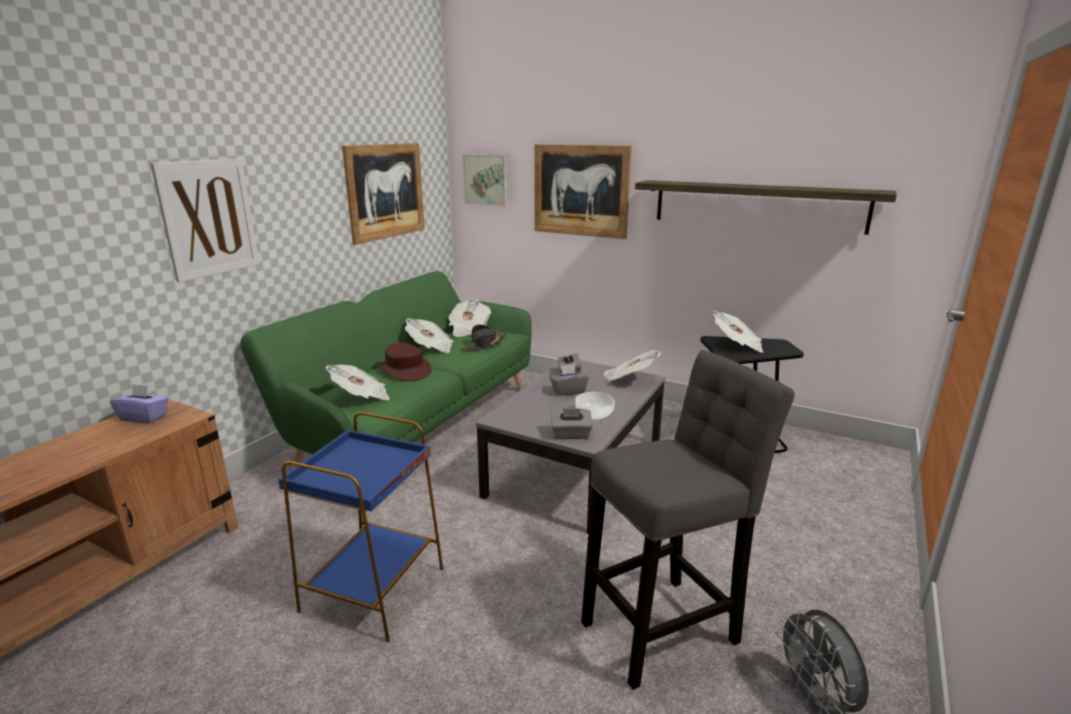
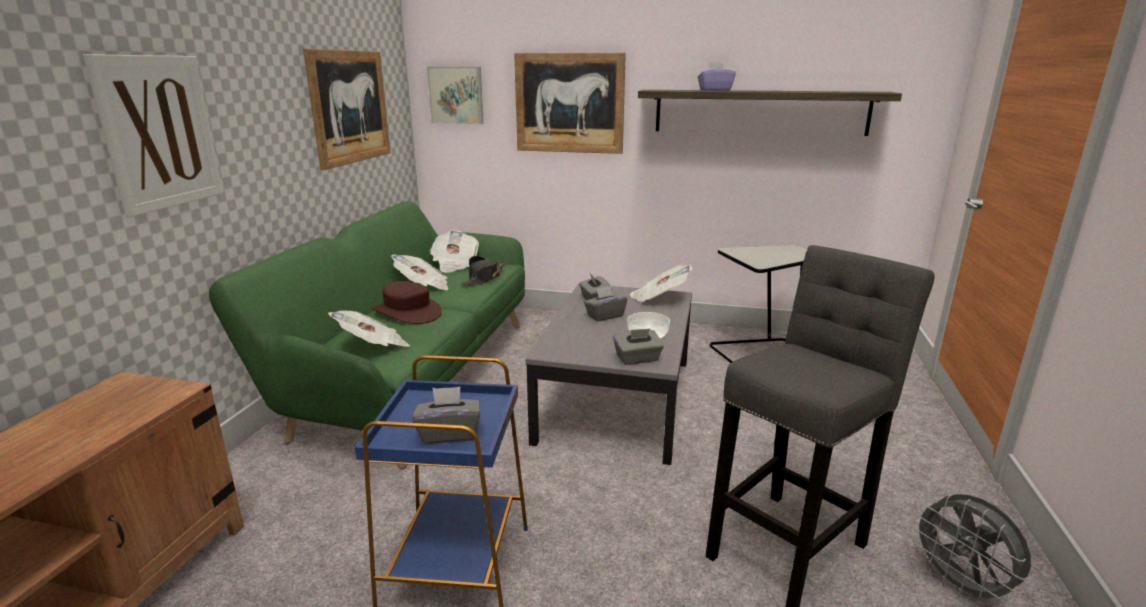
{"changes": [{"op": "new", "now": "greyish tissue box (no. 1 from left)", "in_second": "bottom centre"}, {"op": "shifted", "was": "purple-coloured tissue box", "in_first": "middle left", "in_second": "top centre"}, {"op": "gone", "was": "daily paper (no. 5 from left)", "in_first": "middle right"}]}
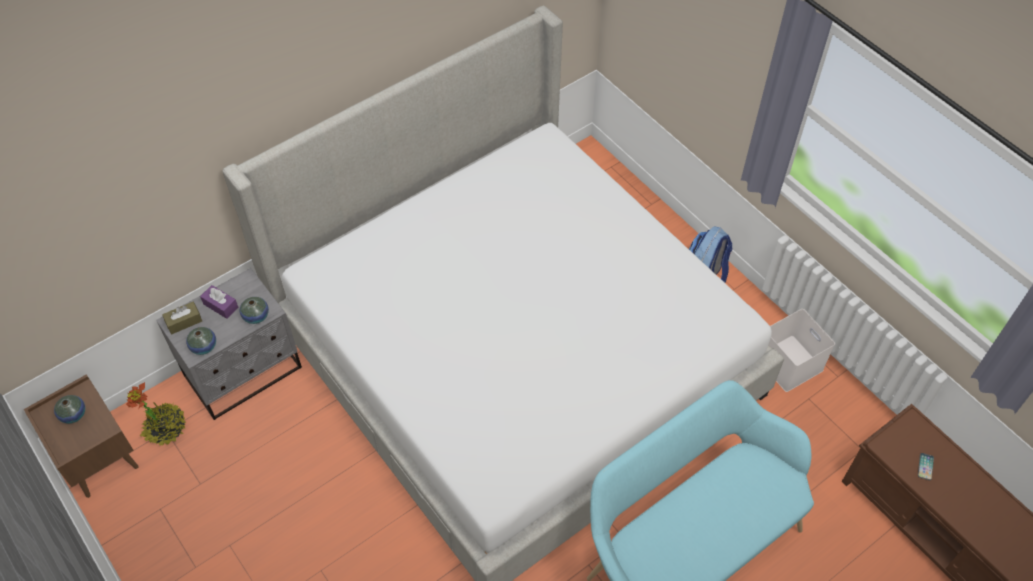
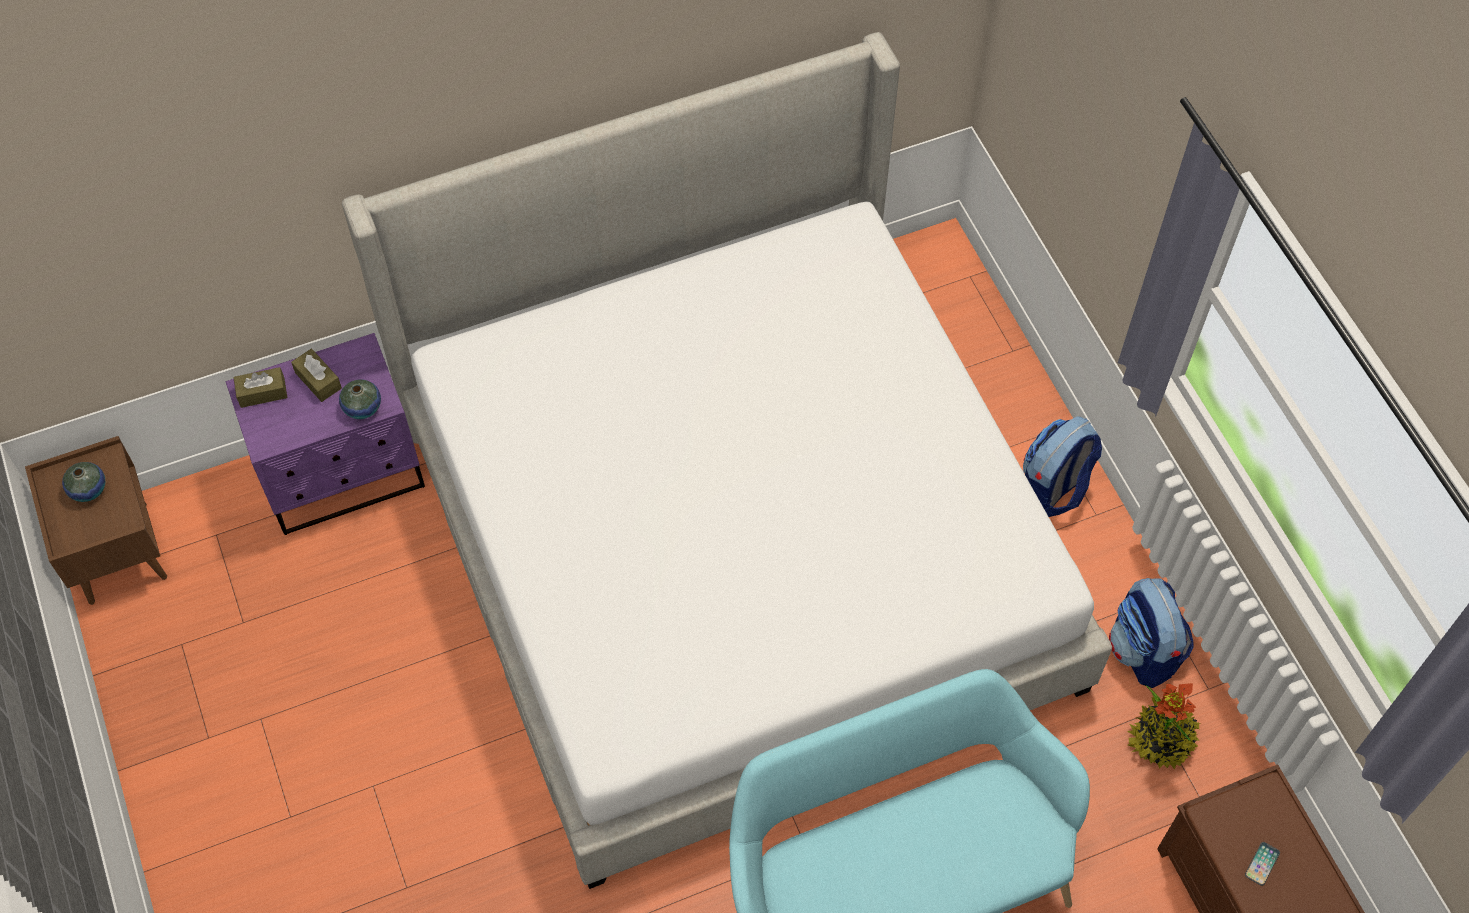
{"changes": [{"op": "repainted", "was": "greyish night table", "now": "purple-coloured night table", "in_first": "middle left", "in_second": "middle left"}, {"op": "repainted", "was": "purple-coloured tissue box", "now": "brownish tissue box (no. 2 from left)", "in_first": "middle left", "in_second": "middle left"}, {"op": "swapped", "was": "whitish storage container", "now": "knapsack (no. 2 from left)", "in_first": "middle right", "in_second": "bottom right"}, {"op": "shifted", "was": "potted plant", "in_first": "bottom left", "in_second": "bottom right"}, {"op": "gone", "was": "flower vase (no. 2 from left)", "in_first": "middle left"}]}
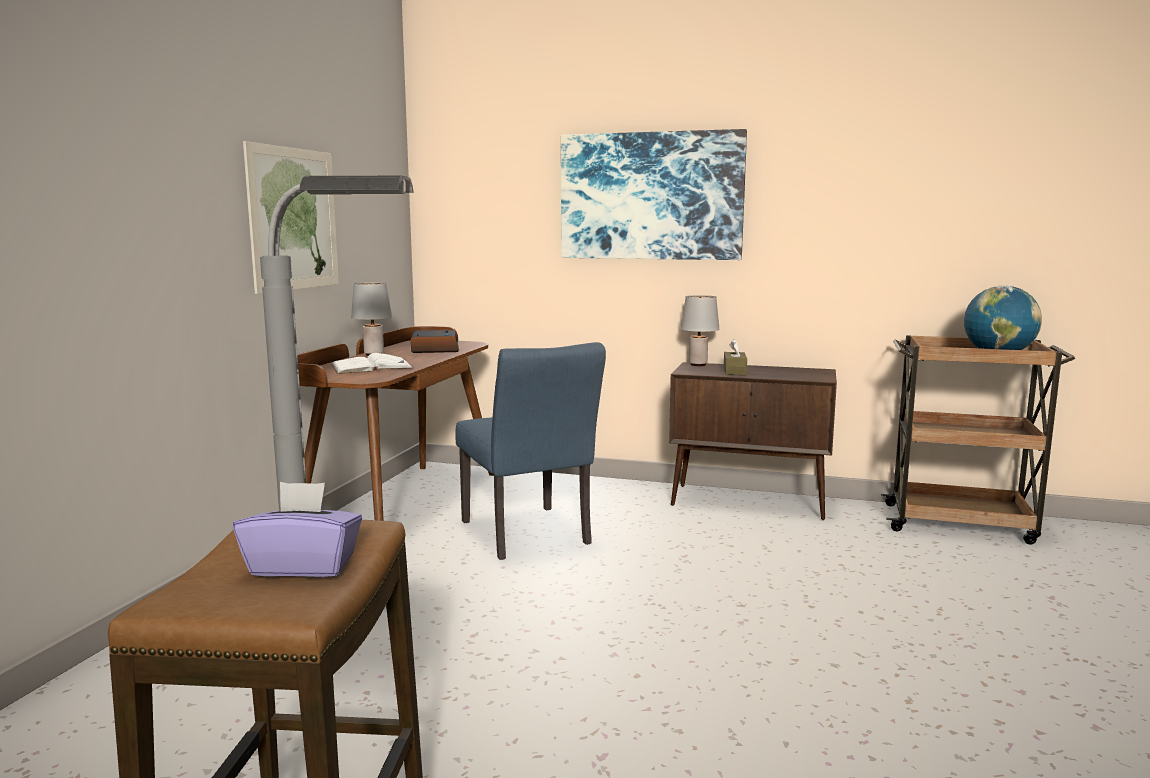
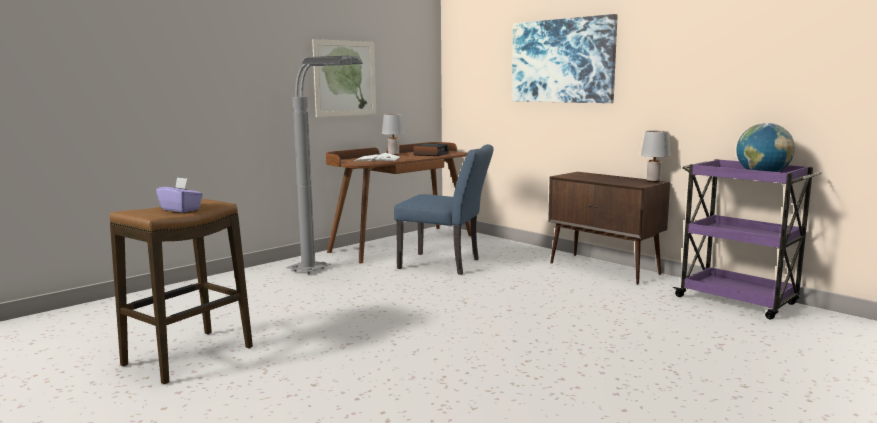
{"changes": [{"op": "rotated", "was": "blue chair", "in_first": "centre", "in_second": "centre", "clockwise": -75}, {"op": "shifted", "was": "greyish lamp for a table (no. 2 from left)", "in_first": "centre", "in_second": "middle right"}, {"op": "repainted", "was": "brownish trolley", "now": "purple-coloured trolley", "in_first": "middle right", "in_second": "middle right"}, {"op": "gone", "was": "brownish tissue box", "in_first": "centre"}]}
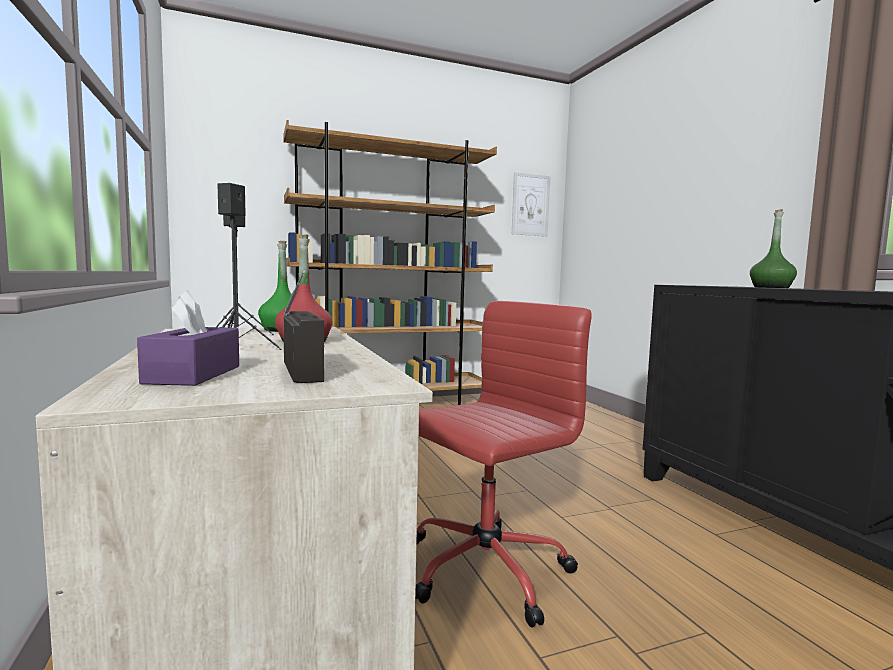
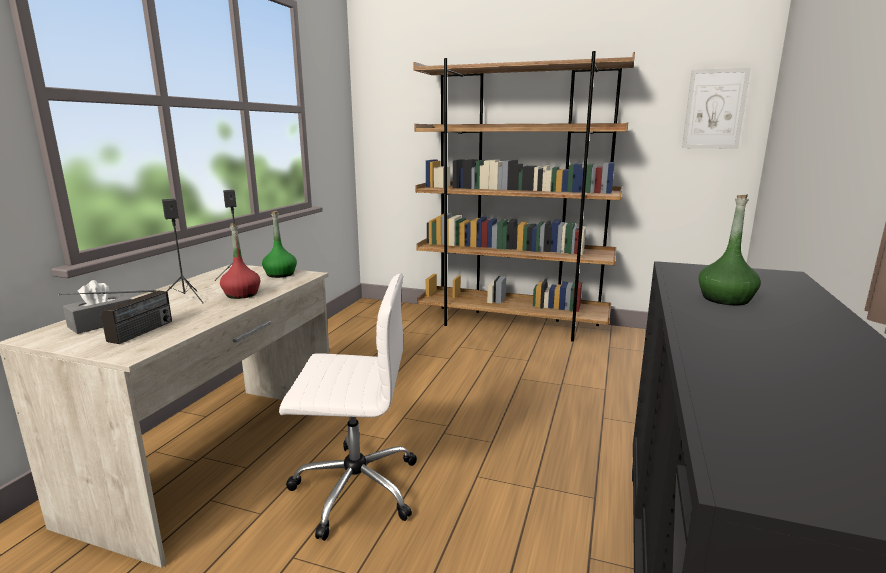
{"changes": [{"op": "repainted", "was": "purple-coloured tissue box", "now": "greyish tissue box", "in_first": "middle left", "in_second": "middle left"}, {"op": "repainted", "was": "reddish office chair", "now": "whitish office chair", "in_first": "bottom centre", "in_second": "bottom centre"}]}
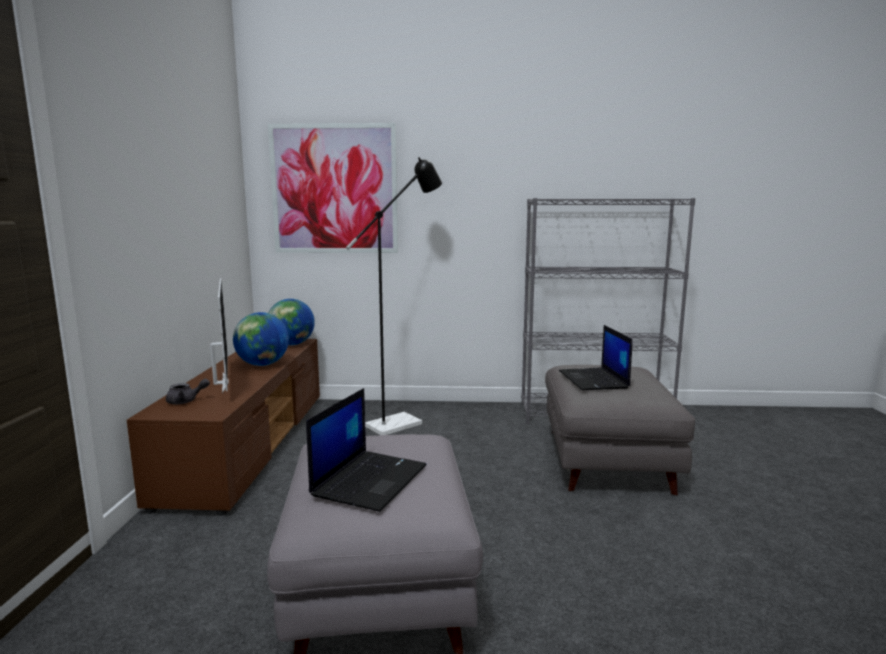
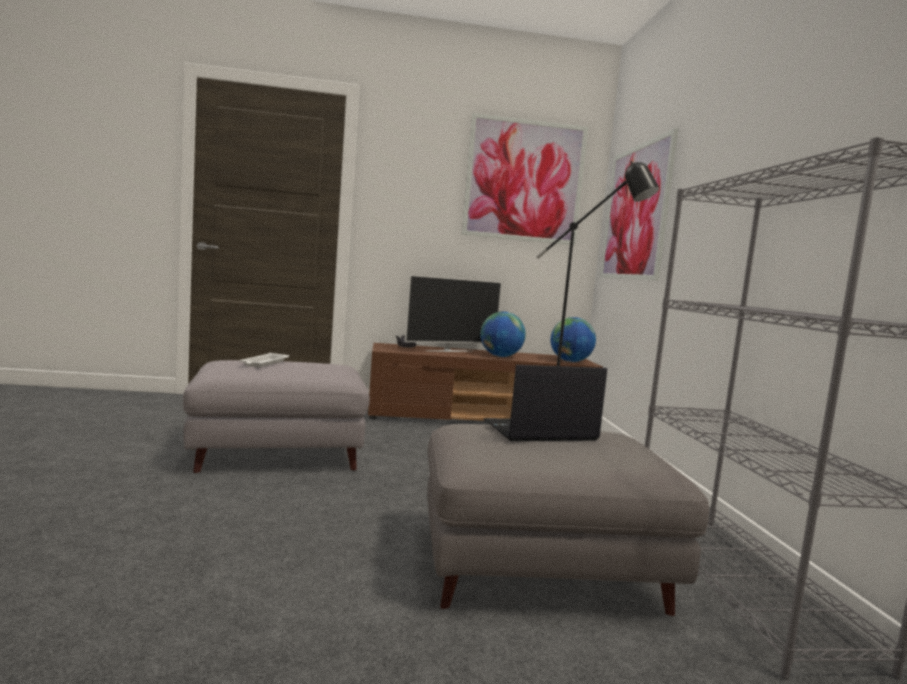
{"changes": [{"op": "swapped", "was": "laptop (no. 1 from left)", "now": "whitish tray", "in_first": "bottom centre", "in_second": "middle left"}, {"op": "new", "now": "wall art (no. 1 from left)", "in_second": "top centre"}]}
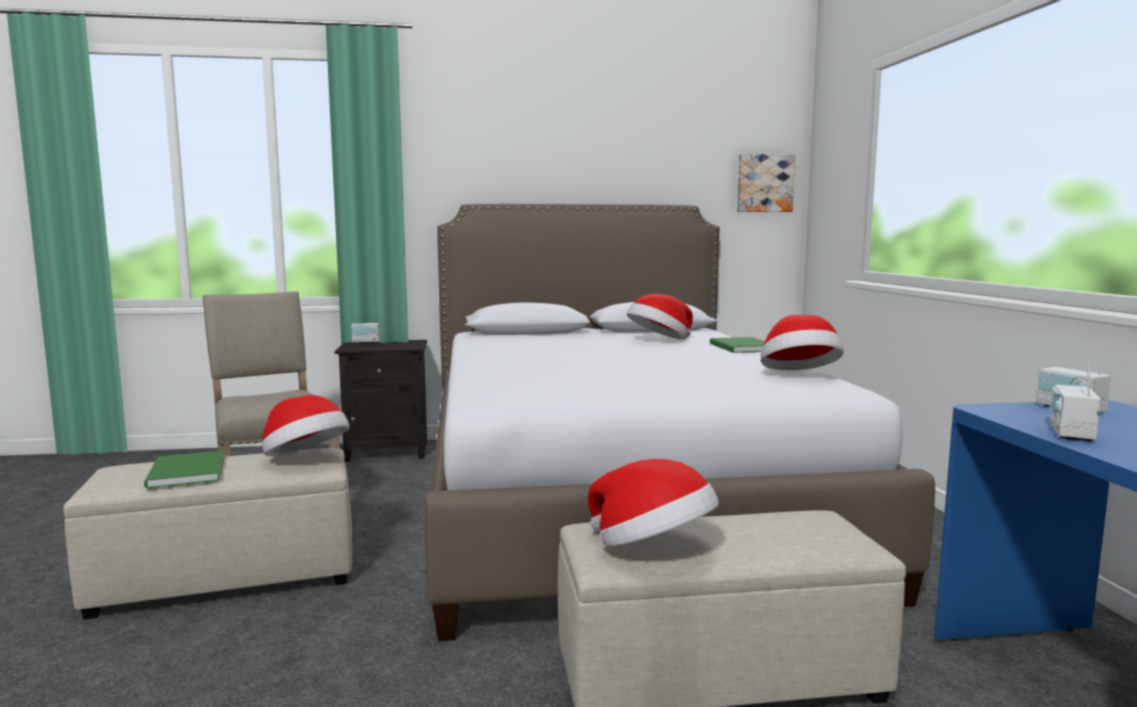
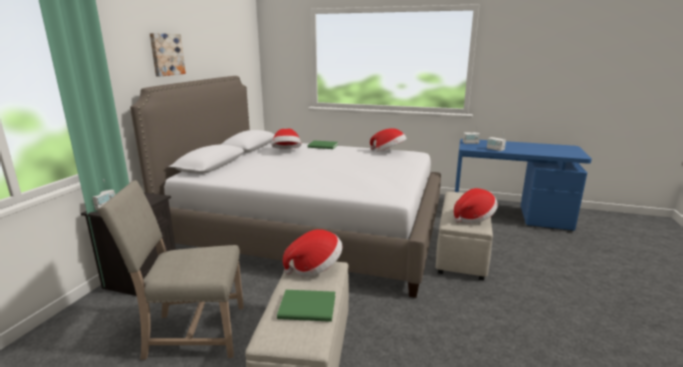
{"changes": [{"op": "shifted", "was": "wall art", "in_first": "top right", "in_second": "top left"}]}
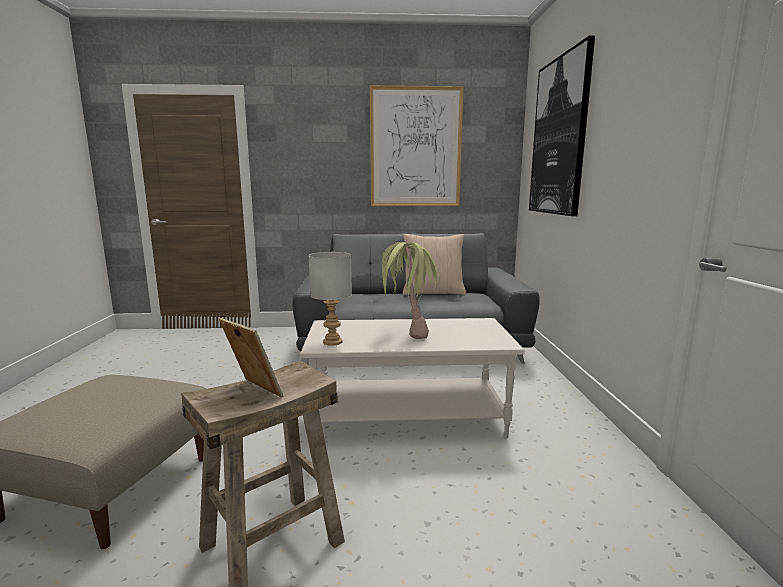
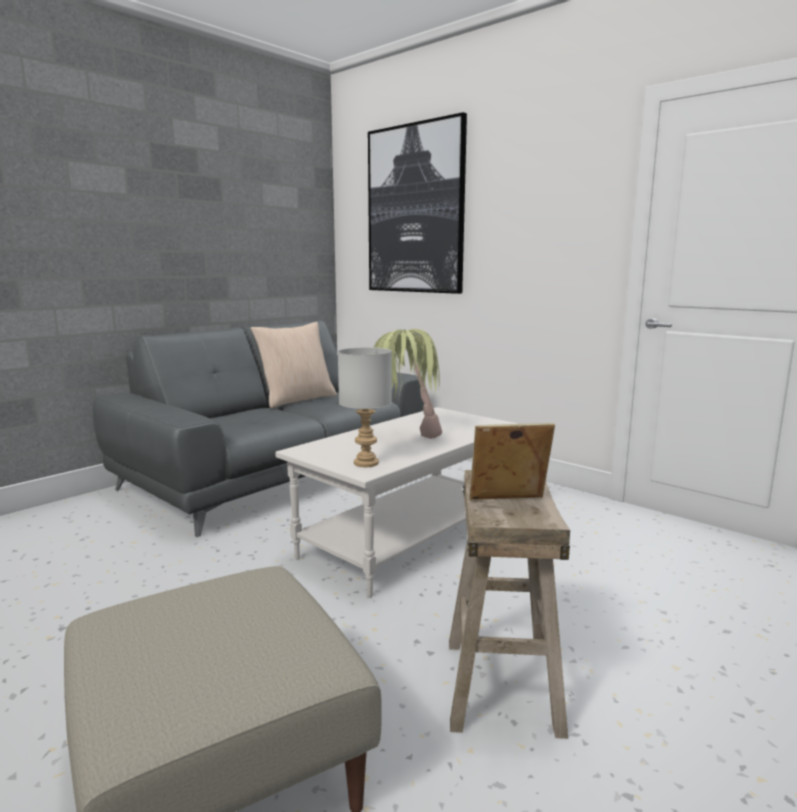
{"changes": [{"op": "gone", "was": "wall art (no. 1 from left)", "in_first": "top centre"}]}
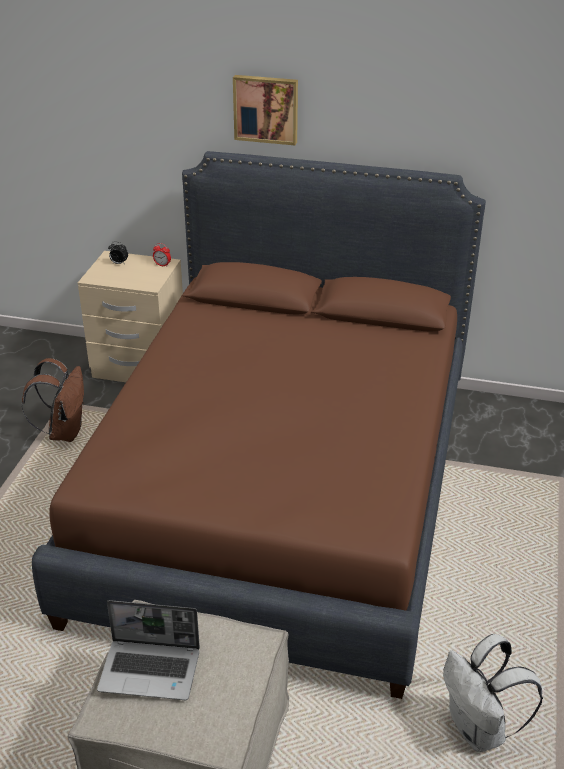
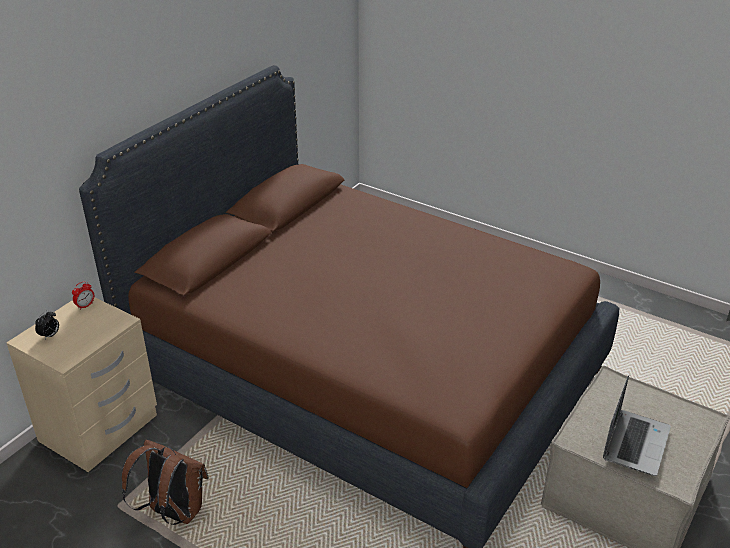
{"changes": [{"op": "gone", "was": "wall art", "in_first": "top centre"}, {"op": "gone", "was": "whitish knapsack", "in_first": "bottom right"}]}
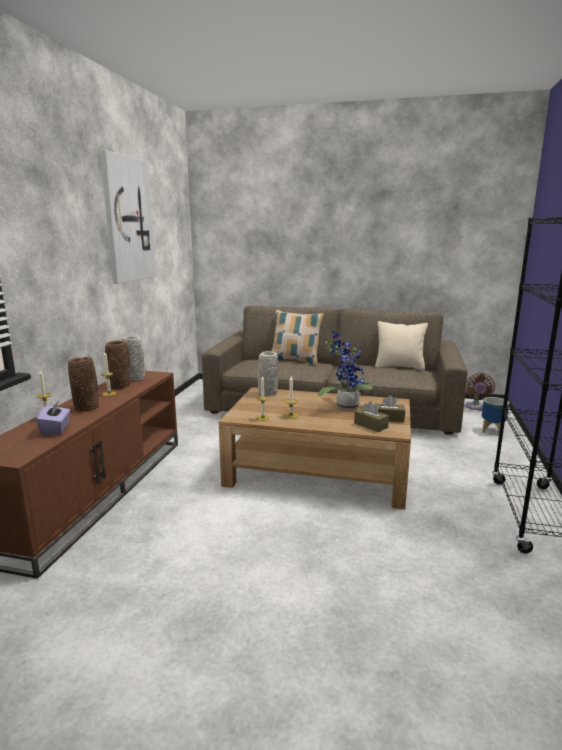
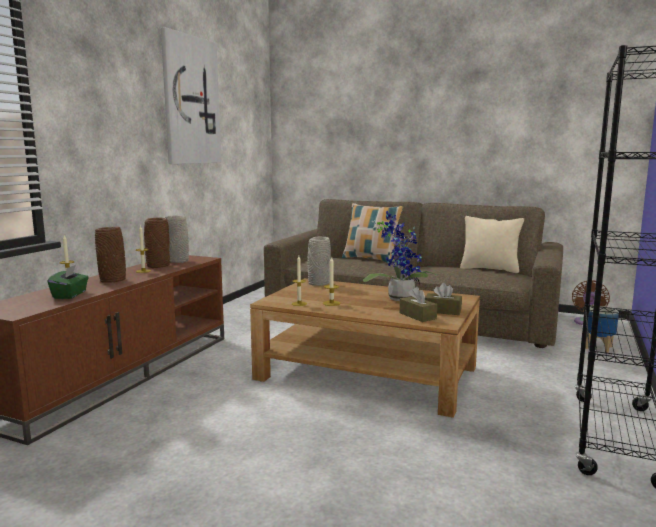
{"changes": [{"op": "repainted", "was": "purple-coloured tissue box", "now": "green tissue box", "in_first": "middle left", "in_second": "middle left"}]}
